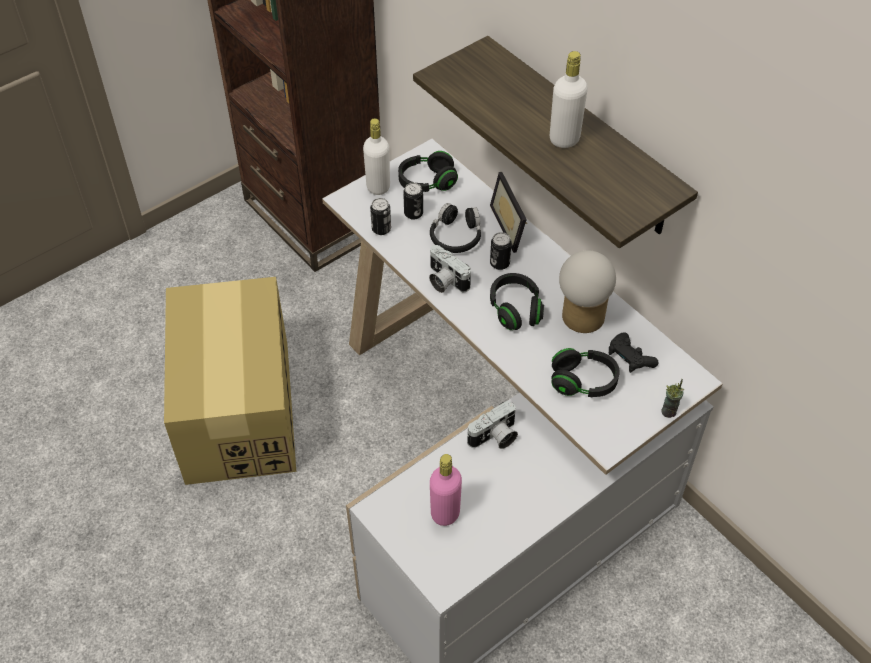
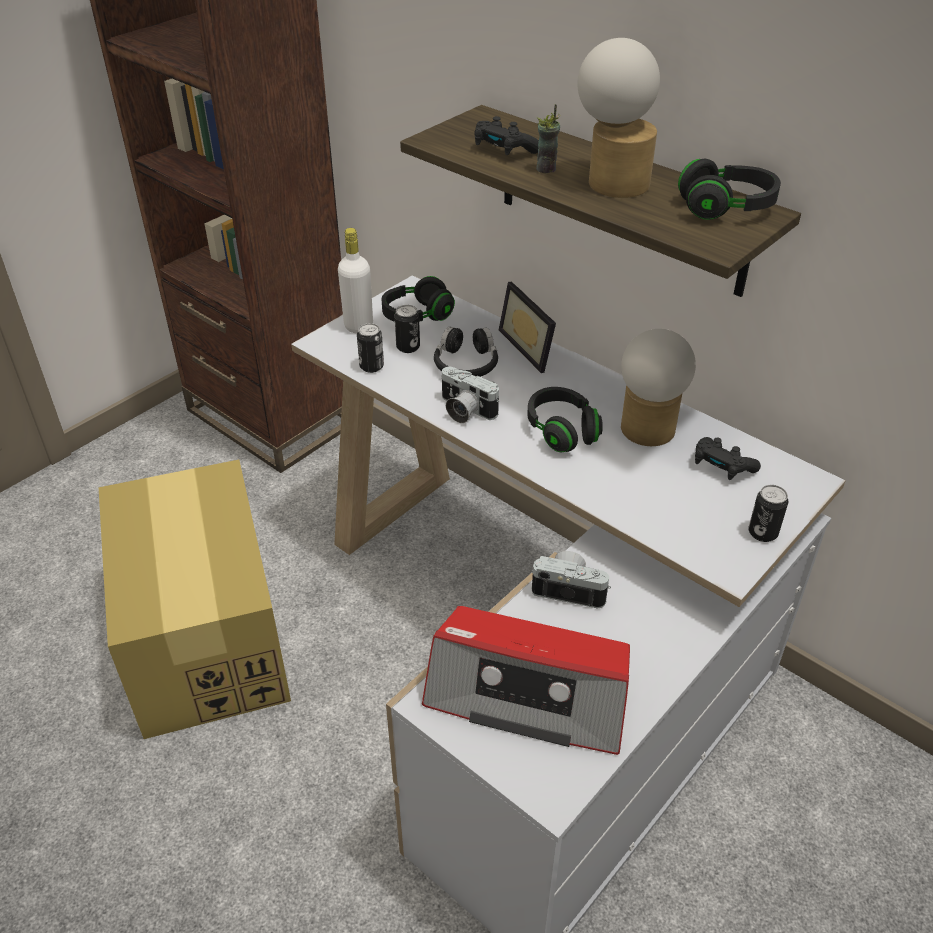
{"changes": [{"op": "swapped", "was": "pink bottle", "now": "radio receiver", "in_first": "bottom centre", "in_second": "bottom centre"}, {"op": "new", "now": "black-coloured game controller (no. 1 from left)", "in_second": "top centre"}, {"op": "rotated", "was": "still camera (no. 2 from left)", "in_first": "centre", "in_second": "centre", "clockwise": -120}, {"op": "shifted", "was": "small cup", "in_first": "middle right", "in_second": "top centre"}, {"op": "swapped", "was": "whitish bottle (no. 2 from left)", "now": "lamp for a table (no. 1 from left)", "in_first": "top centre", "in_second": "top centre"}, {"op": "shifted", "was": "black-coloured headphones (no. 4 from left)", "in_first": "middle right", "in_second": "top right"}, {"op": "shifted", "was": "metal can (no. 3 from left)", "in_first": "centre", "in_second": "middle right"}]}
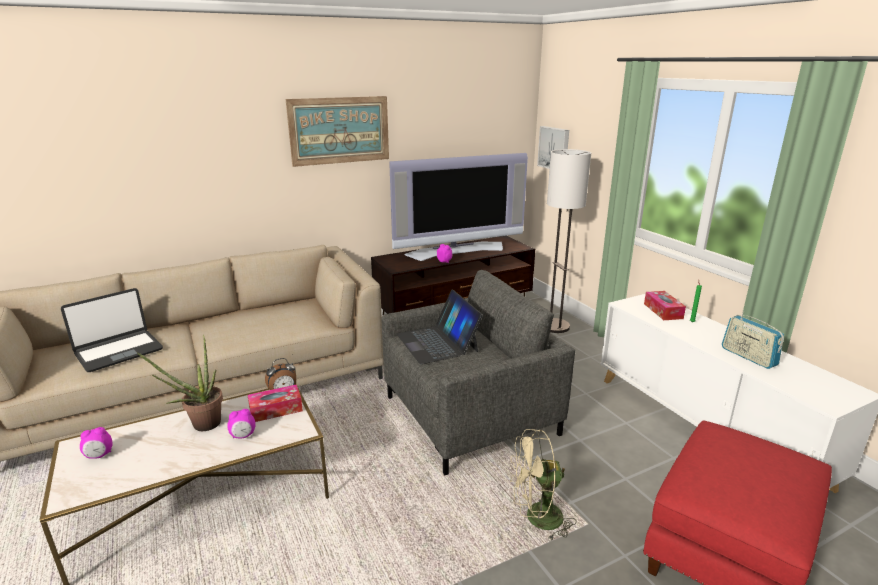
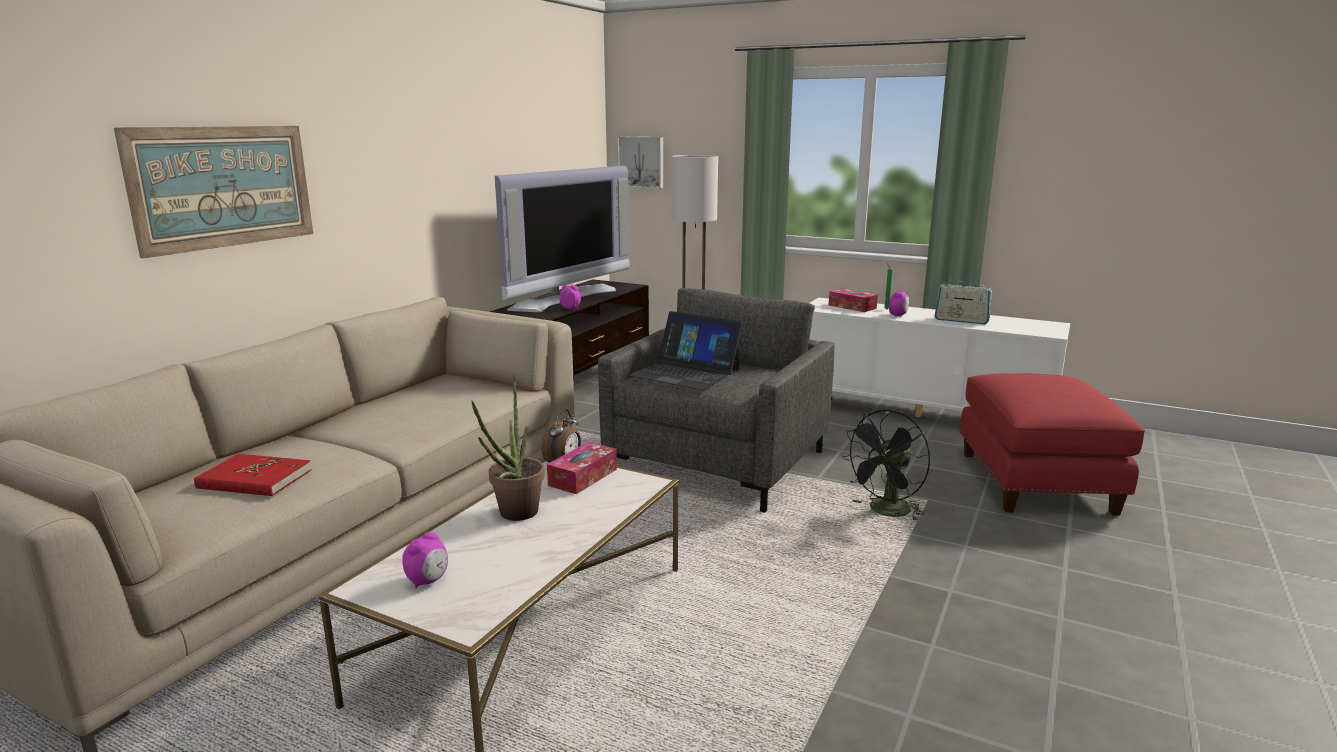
{"changes": [{"op": "shifted", "was": "wall art (no. 1 from left)", "in_first": "top centre", "in_second": "top left"}, {"op": "swapped", "was": "laptop (no. 1 from left)", "now": "reddish bound book", "in_first": "middle left", "in_second": "middle left"}, {"op": "repainted", "was": "sand-coloured electric fan", "now": "black-coloured electric fan", "in_first": "bottom centre", "in_second": "centre"}, {"op": "shifted", "was": "alarm clock (no. 2 from left in the first image)", "now": "alarm clock (no. 4 from left)", "in_first": "bottom left", "in_second": "middle right"}]}
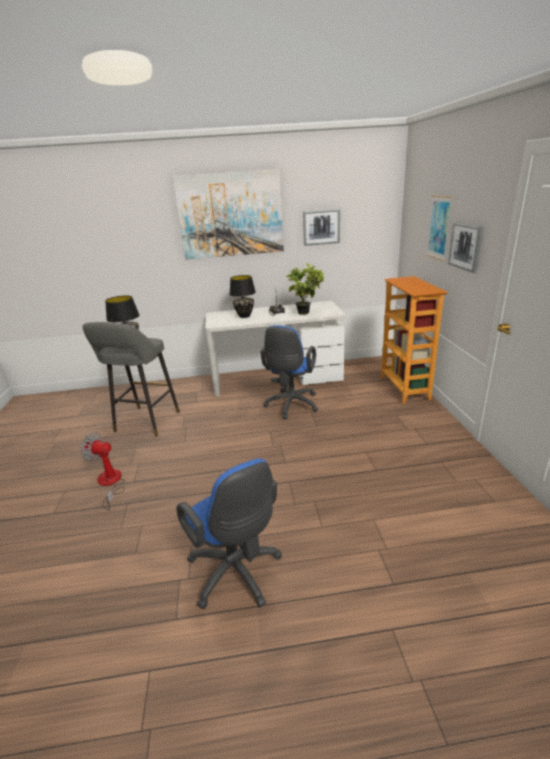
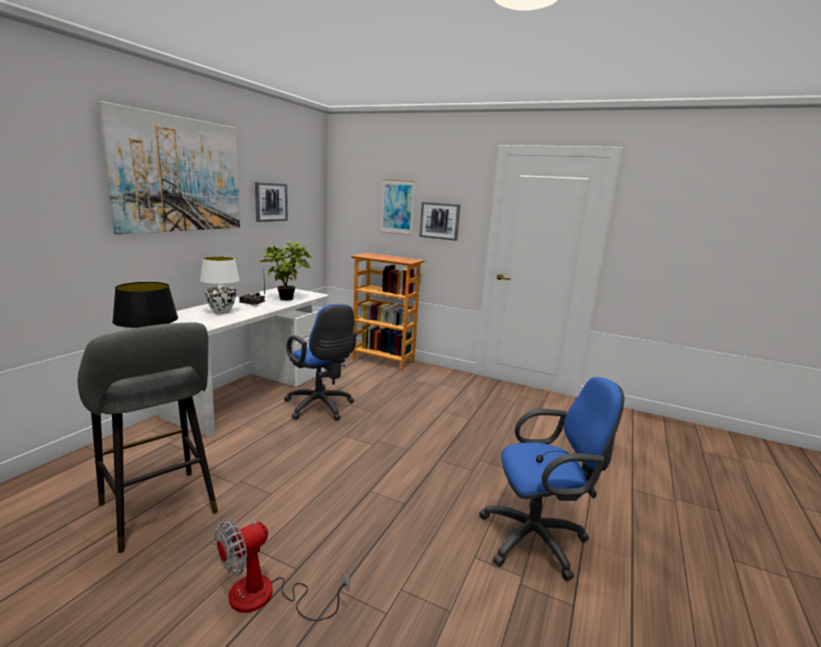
{"changes": [{"op": "repainted", "was": "black-coloured lamp for a table (no. 2 from left)", "now": "whitish lamp for a table", "in_first": "centre", "in_second": "middle left"}]}
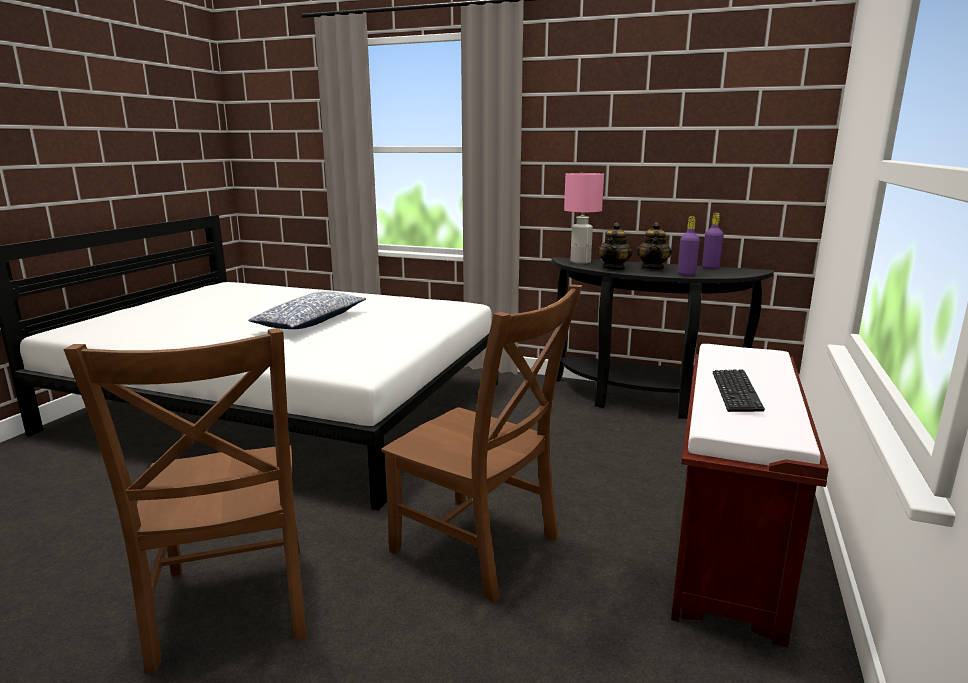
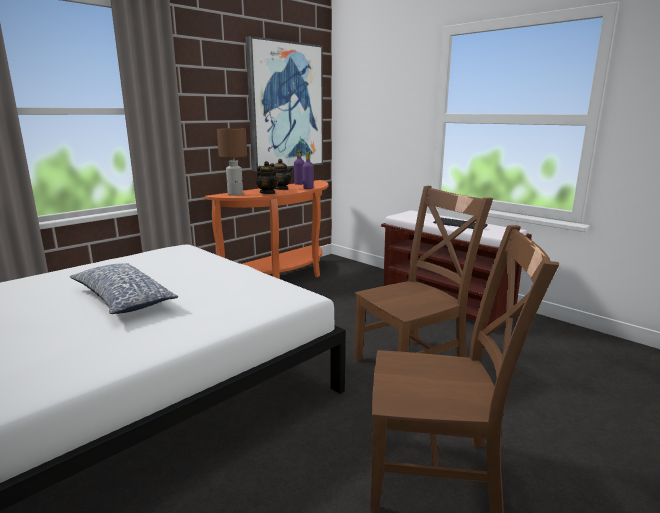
{"changes": [{"op": "repainted", "was": "black-coloured console table", "now": "orange-coloured console table", "in_first": "middle right", "in_second": "centre"}, {"op": "repainted", "was": "pink lamp for a table", "now": "brownish lamp for a table", "in_first": "top centre", "in_second": "top centre"}, {"op": "new", "now": "wall art", "in_second": "top centre"}]}
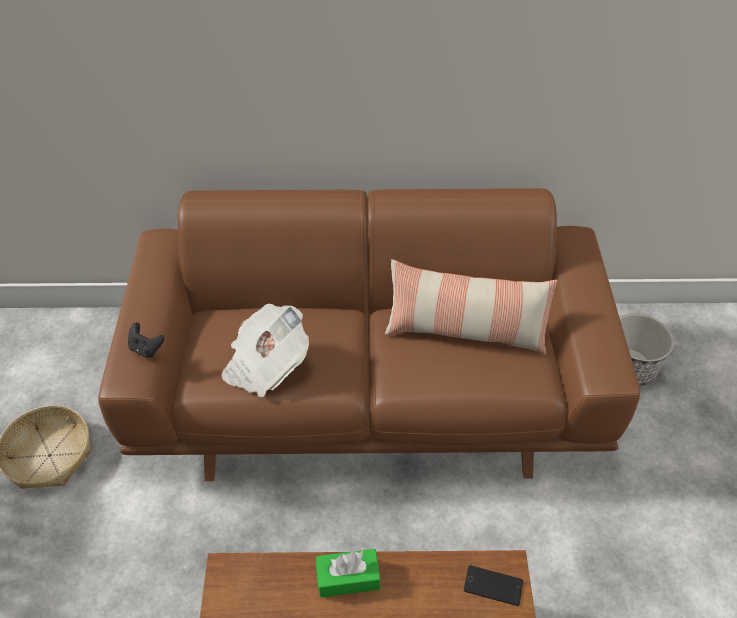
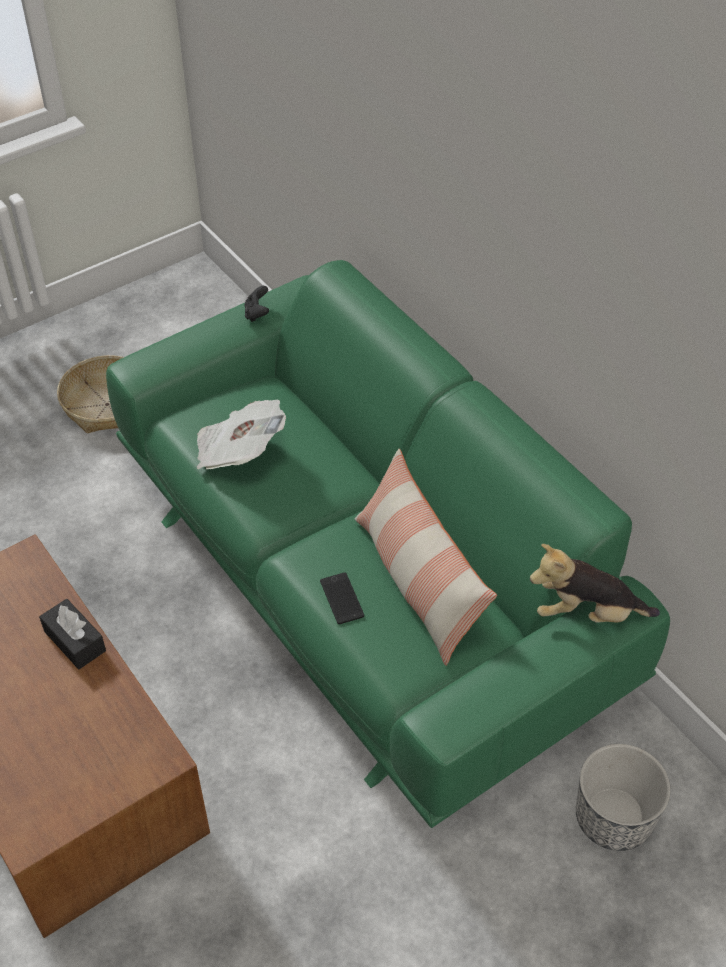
{"changes": [{"op": "repainted", "was": "green tissue box", "now": "black-coloured tissue box", "in_first": "bottom centre", "in_second": "middle left"}, {"op": "repainted", "was": "brownish settee", "now": "green settee", "in_first": "centre", "in_second": "centre"}, {"op": "shifted", "was": "black-coloured game controller", "in_first": "middle left", "in_second": "top centre"}, {"op": "shifted", "was": "telephone", "in_first": "bottom right", "in_second": "centre"}, {"op": "new", "now": "cuddly toy", "in_second": "middle right"}]}
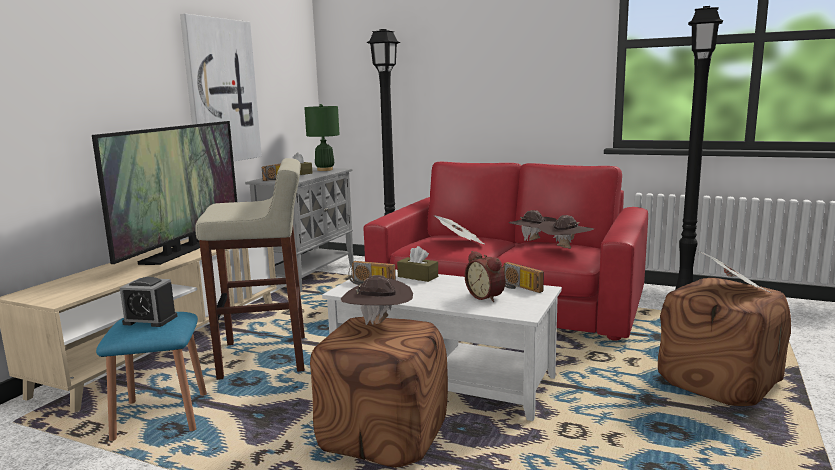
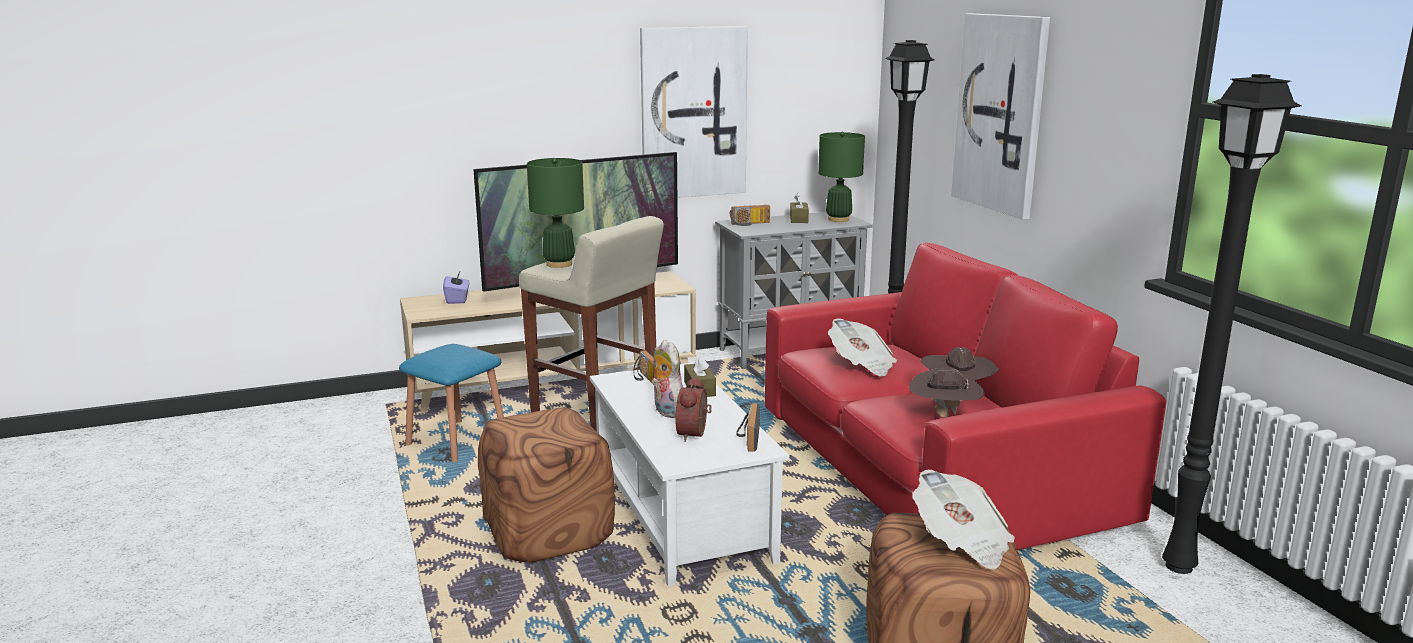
{"changes": [{"op": "new", "now": "purple-coloured tissue box", "in_second": "middle left"}, {"op": "new", "now": "green lamp for a table (no. 1 from left)", "in_second": "top centre"}, {"op": "new", "now": "cuddly toy", "in_second": "centre"}, {"op": "new", "now": "wall art (no. 2 from left)", "in_second": "top right"}, {"op": "gone", "was": "alarm clock (no. 1 from left)", "in_first": "middle left"}, {"op": "gone", "was": "brownish clothing hat (no. 1 from left)", "in_first": "centre"}]}
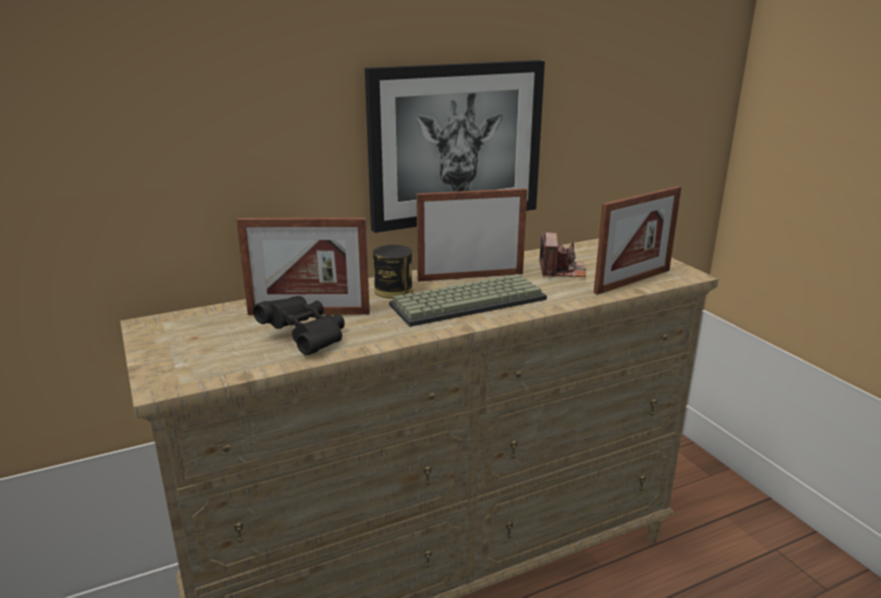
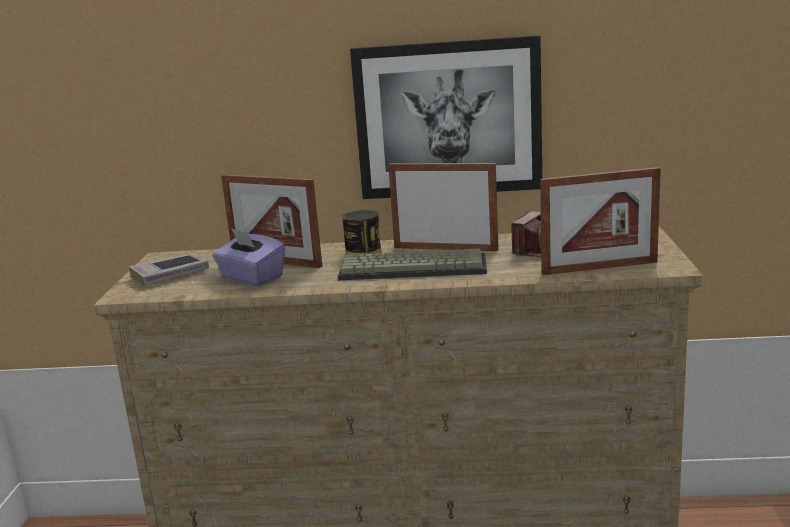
{"changes": [{"op": "new", "now": "bound book", "in_second": "middle left"}, {"op": "swapped", "was": "black-coloured field glasses", "now": "purple-coloured tissue box", "in_first": "centre", "in_second": "middle left"}]}
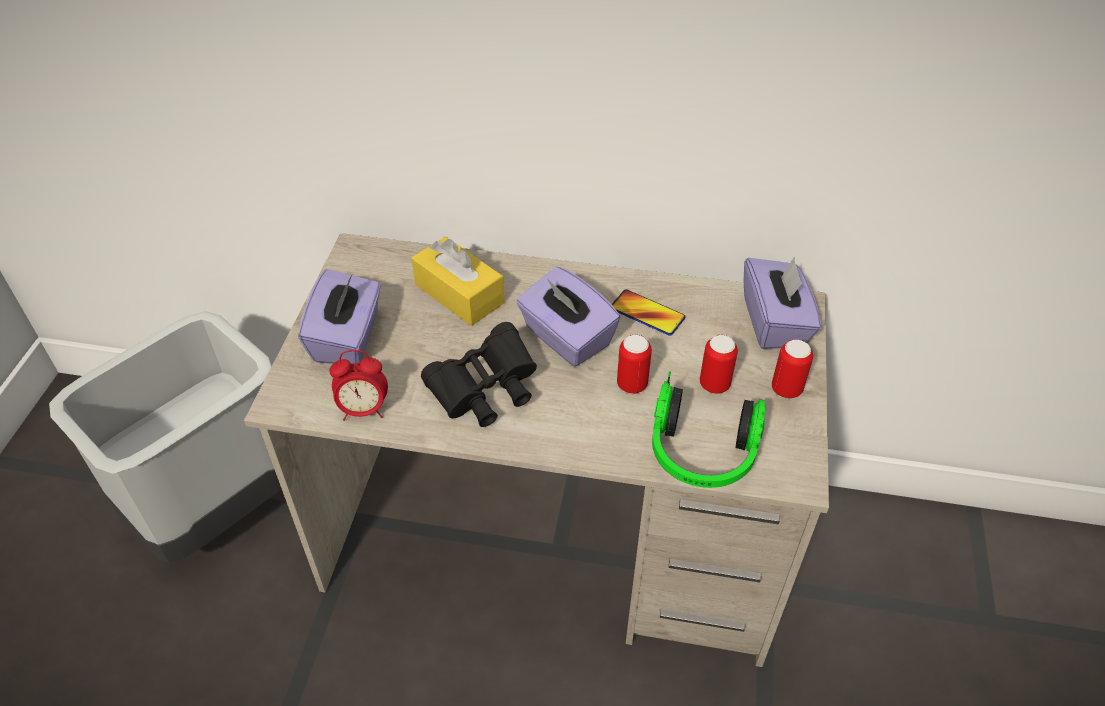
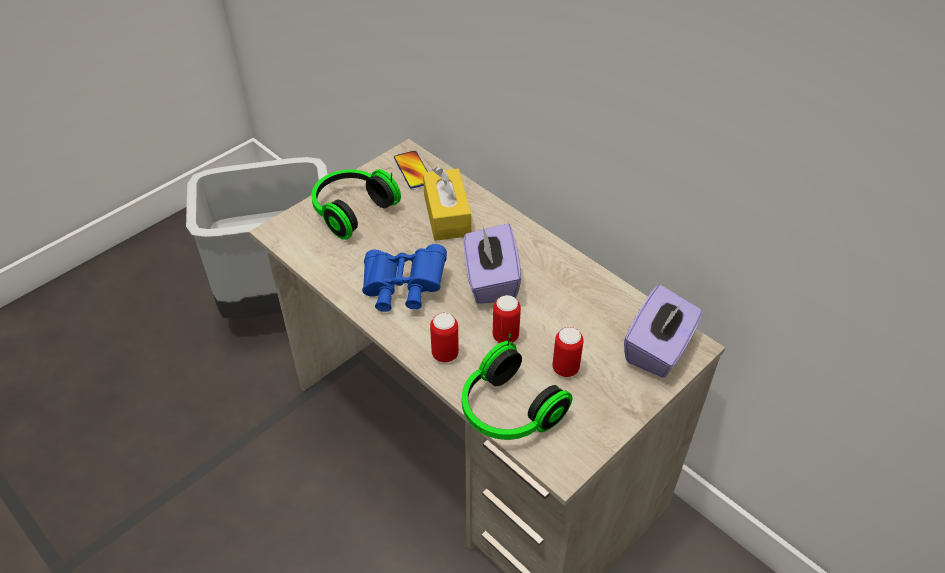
{"changes": [{"op": "swapped", "was": "purple-coloured tissue box (no. 1 from left)", "now": "headphones (no. 1 from left)", "in_first": "middle left", "in_second": "centre"}, {"op": "repainted", "was": "black-coloured field glasses", "now": "blue field glasses", "in_first": "centre", "in_second": "centre"}, {"op": "shifted", "was": "telephone", "in_first": "centre", "in_second": "top centre"}, {"op": "shifted", "was": "metal can (no. 3 from left in the first image)", "now": "metal can (no. 1 from left)", "in_first": "middle right", "in_second": "centre"}, {"op": "gone", "was": "alarm clock", "in_first": "middle left"}]}
